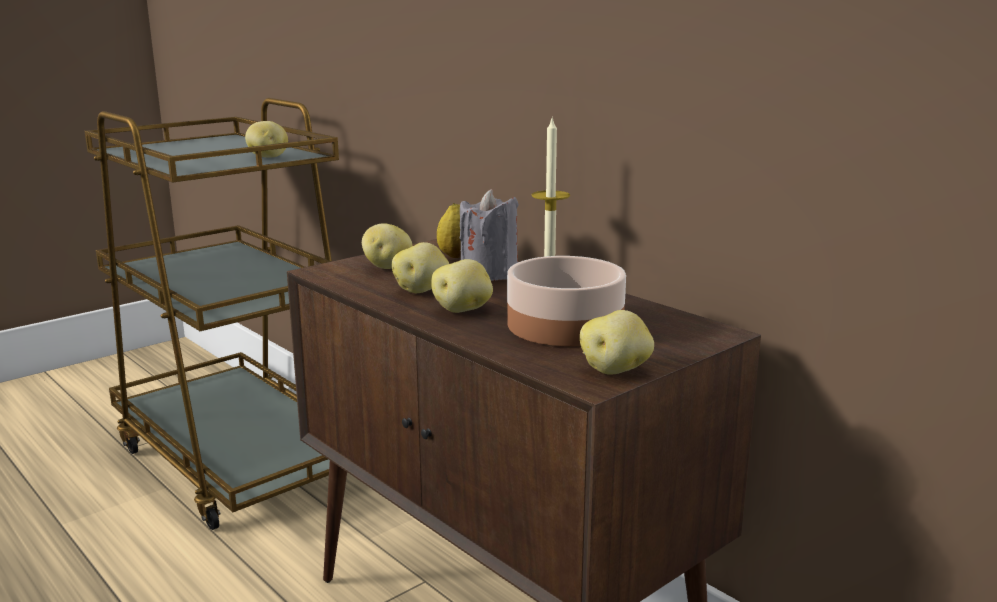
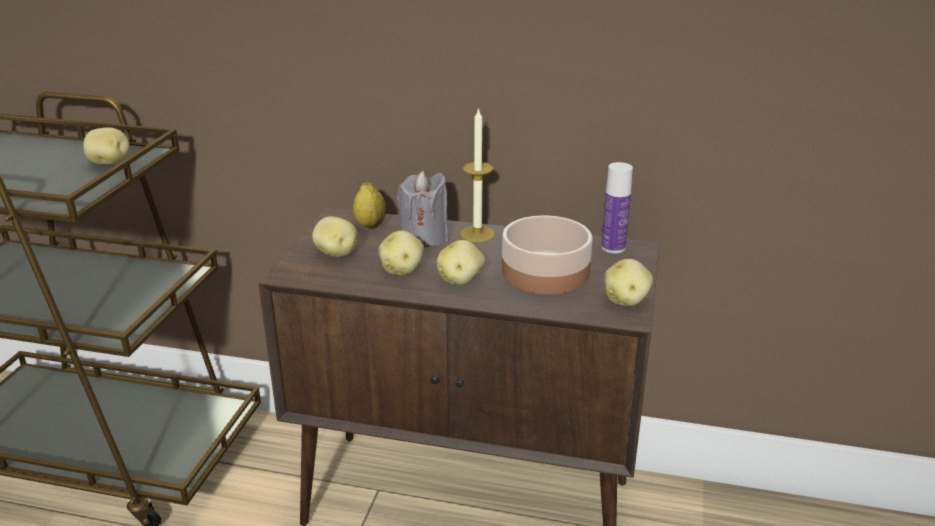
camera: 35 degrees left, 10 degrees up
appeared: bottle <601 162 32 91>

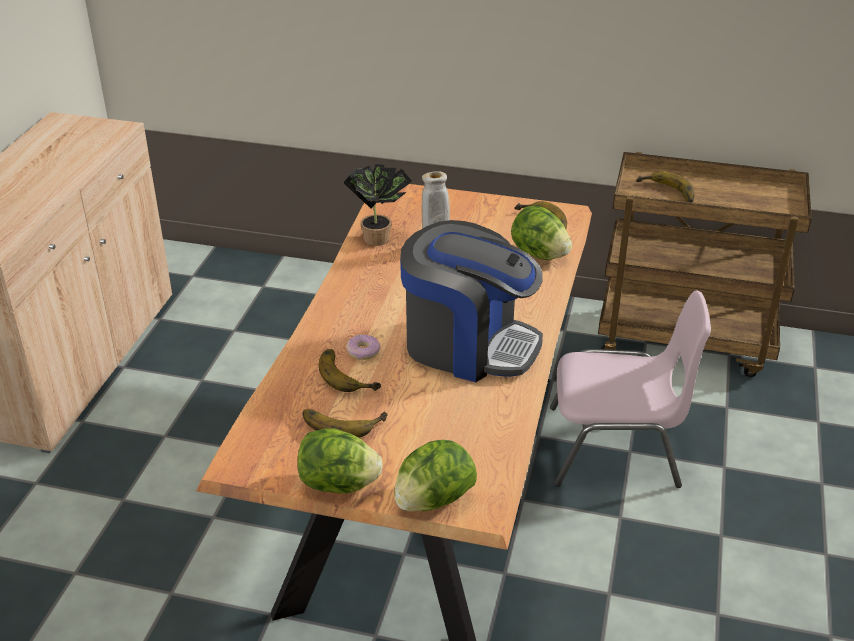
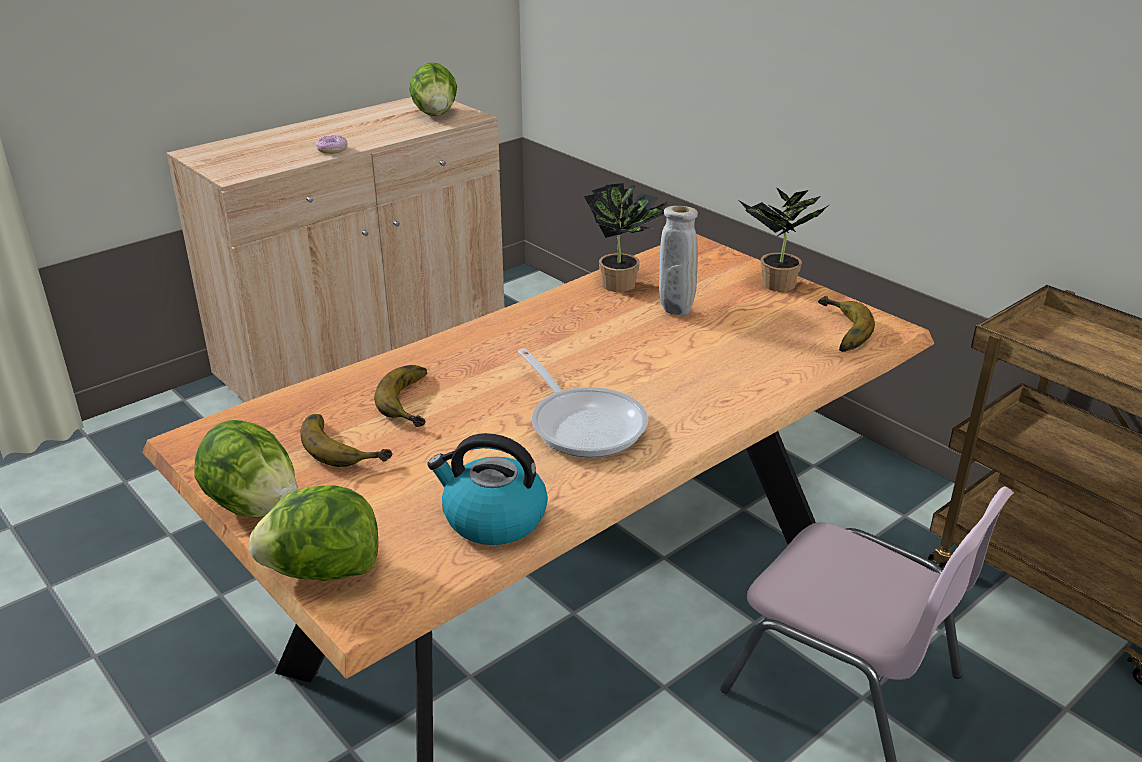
camera: 35 degrees right, 5 degrees down
missing: whole banana <636 171 59 31>
appeared: tea kettle <427 433 121 112>; plant in a pot <740 187 89 104>
relocated: doughnut <346 335 35 25> to <316 136 31 18>; lettuce <511 206 61 54> to <409 62 48 54>
exchanged: coffee maker <400 220 143 162> to frying pan <518 348 130 110>

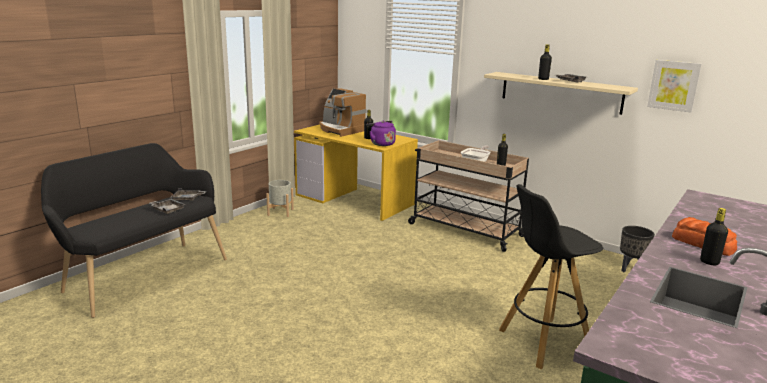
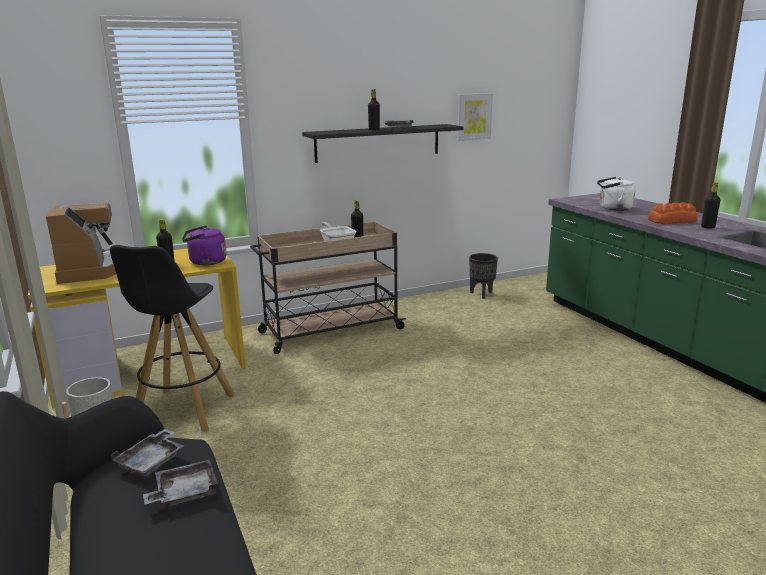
camera: 60 degrees left, 0 degrees up
appeared: whitish tea kettle <597 177 38 34>
relocated: black-coloured stool seat <499 184 105 185> to <110 245 125 187>
colour: beige bracket shelf <484 72 154 43> to black-coloured bracket shelf <302 124 162 39>
spun: coffee maker <319 88 47 49> = <46 202 70 82> 90 degrees counterclockwise

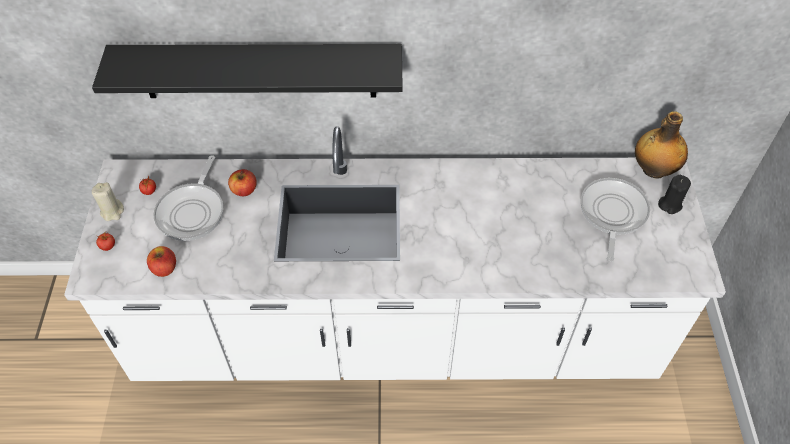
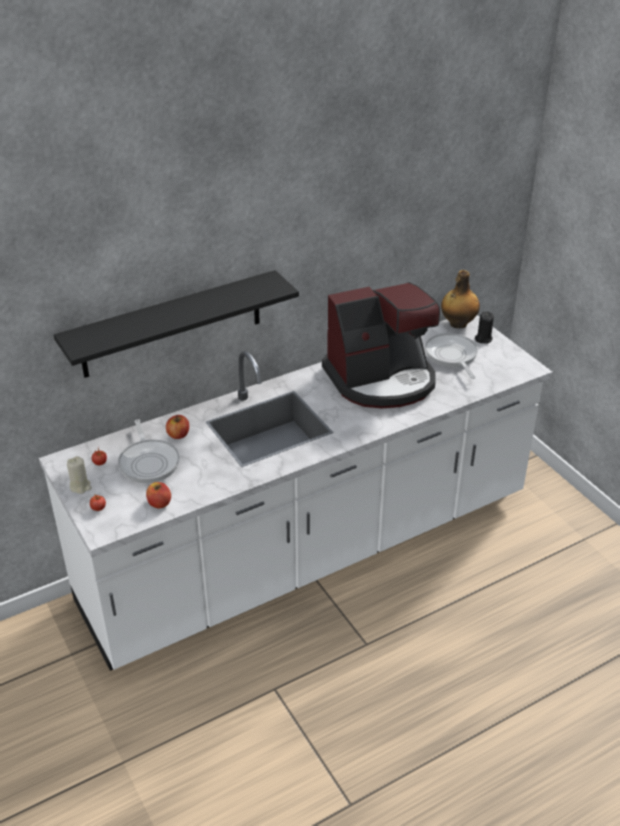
camera: 30 degrees left, 15 degrees down
appeared: coffee maker <322 282 118 126>

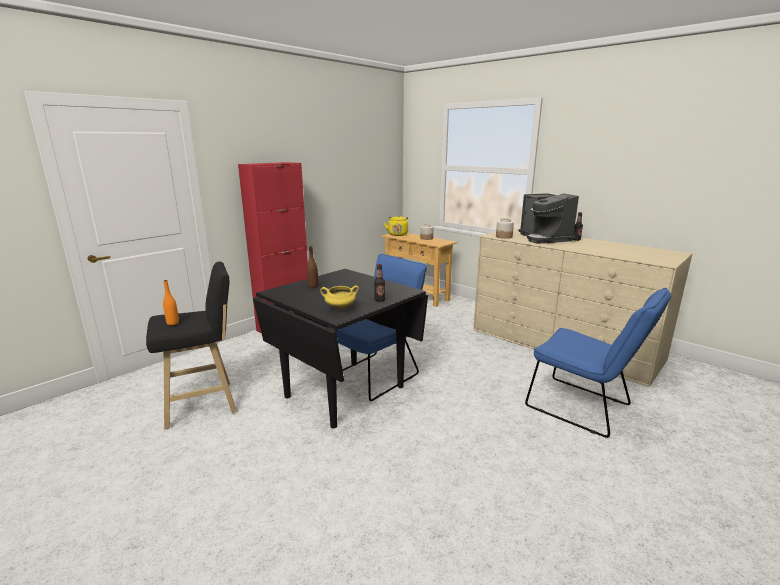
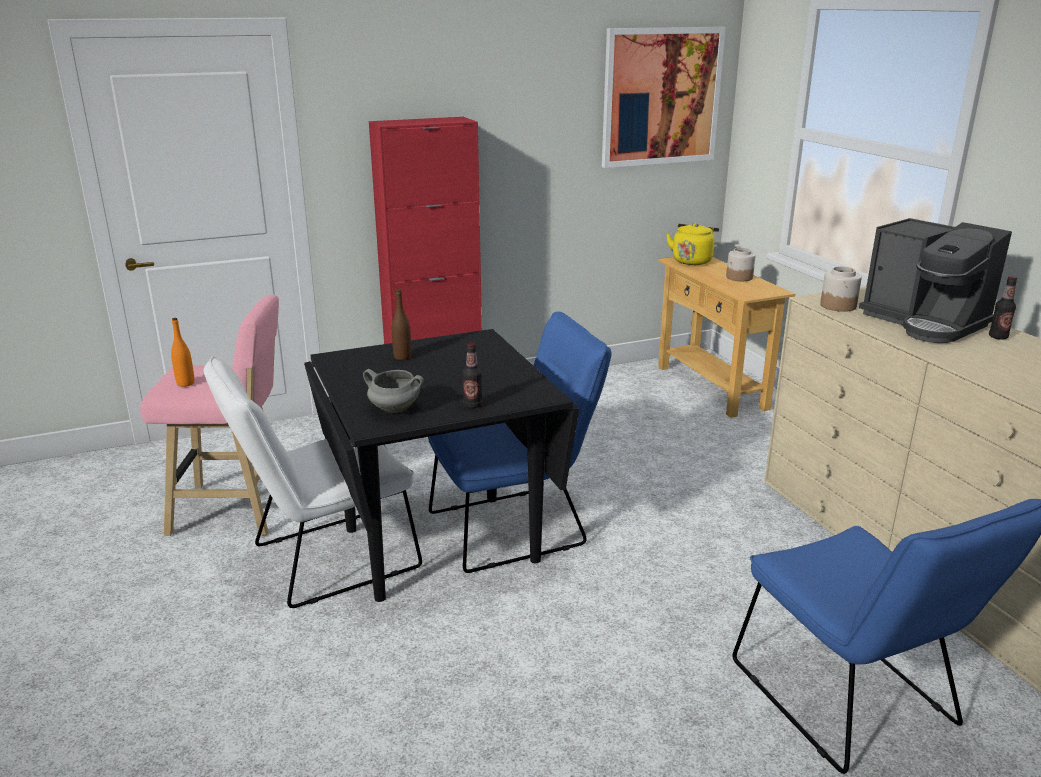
camera: 25 degrees right, 5 degrees up
appeared: whitish plain chair <204 356 218 252>; wall picture <602 27 124 141>
colour: black-coloured stool seat <146 262 91 167> to pinkish stool seat <140 295 139 241>; yellowish saucepot <320 286 39 24> to gray saucepot <363 369 61 44>
spun: coffee maker <518 193 61 51> = <859 218 153 125> 45 degrees counterclockwise

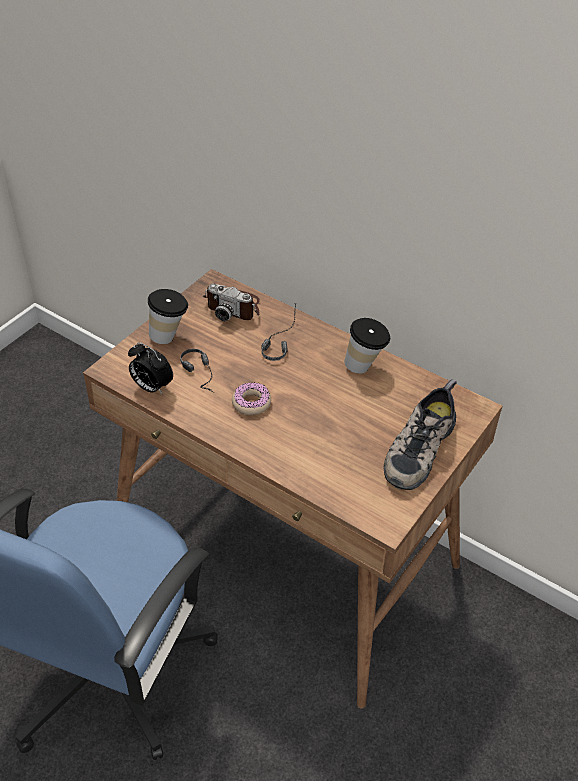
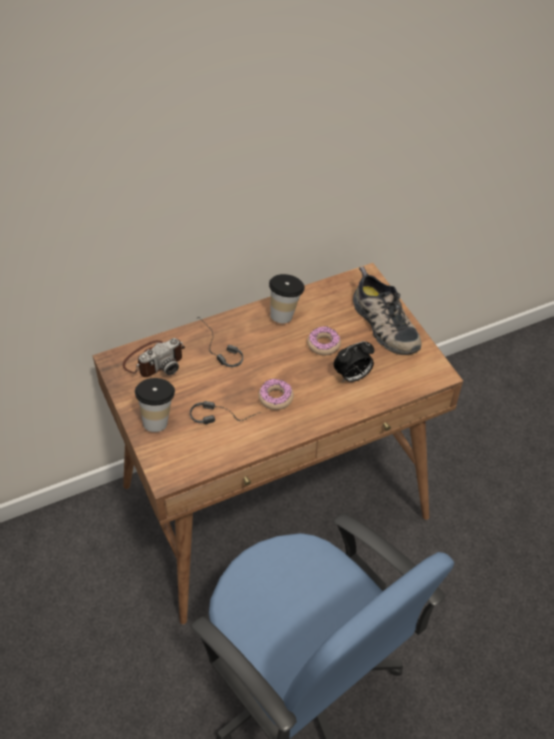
camera: 60 degrees left, 5 degrees up
appeared: doughnut <307 326 34 29>
relocated: bedside clock <128 343 45 52> to <334 341 40 41>

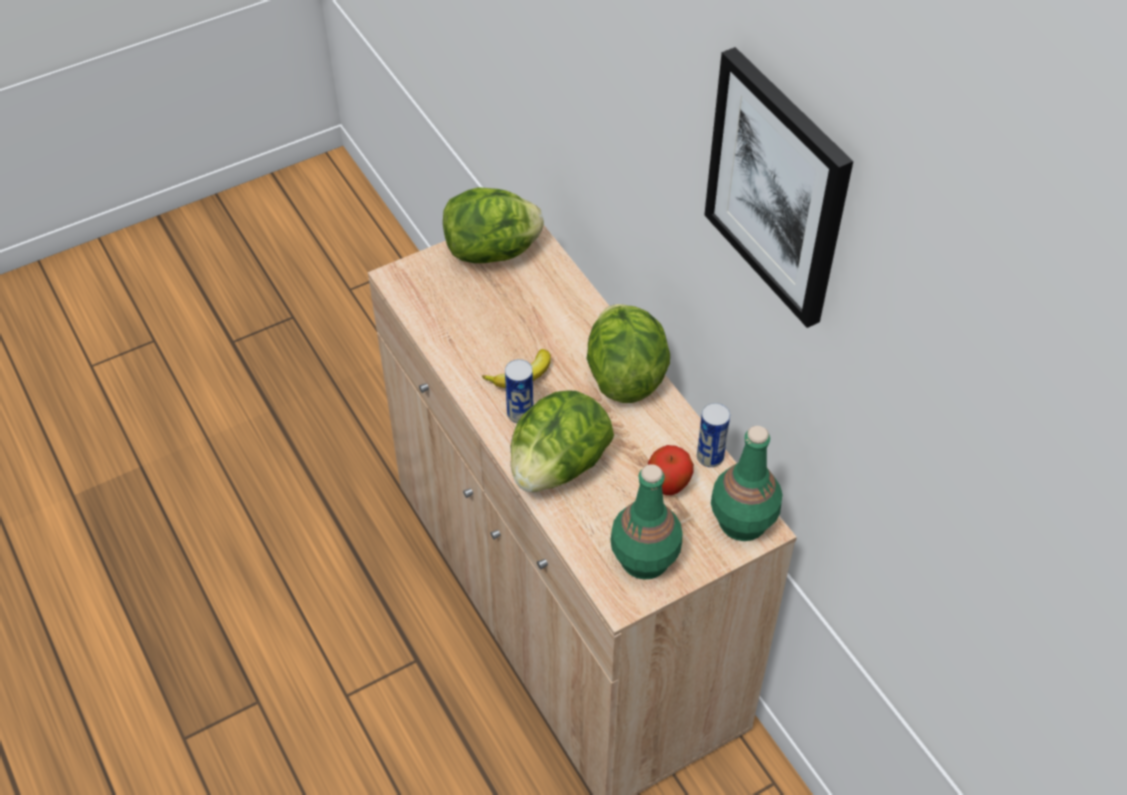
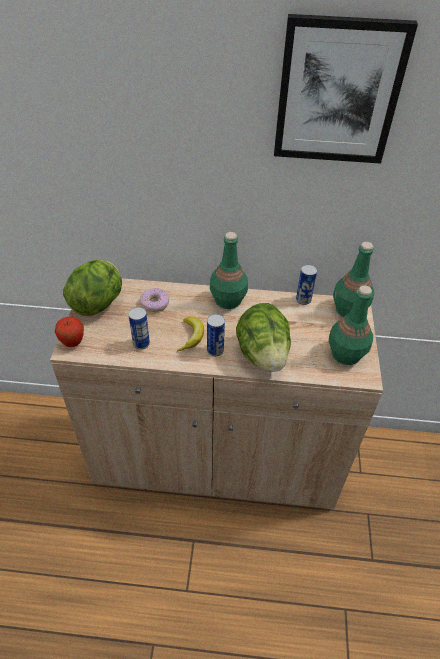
camera: 55 degrees left, 5 degrees down
appeared: metal can <128 307 22 43>; doughnut <140 288 29 24>
relocated: apple <648 445 46 50> to <55 317 29 30>
exchanged: lettuce <586 304 84 99> to green bottle <210 232 38 77>

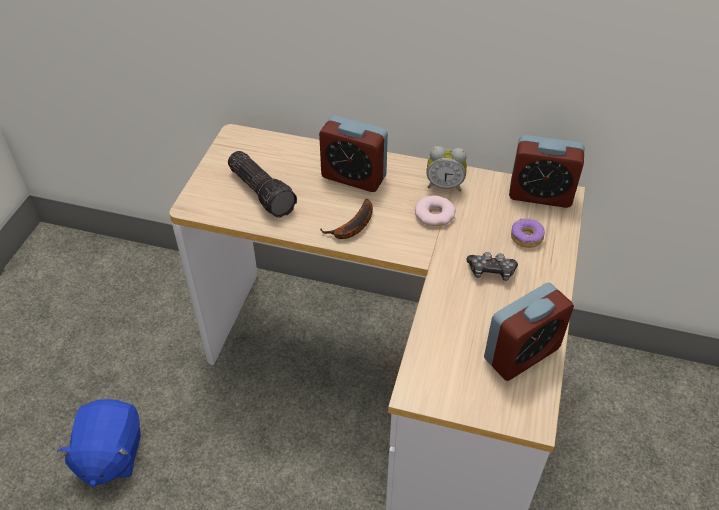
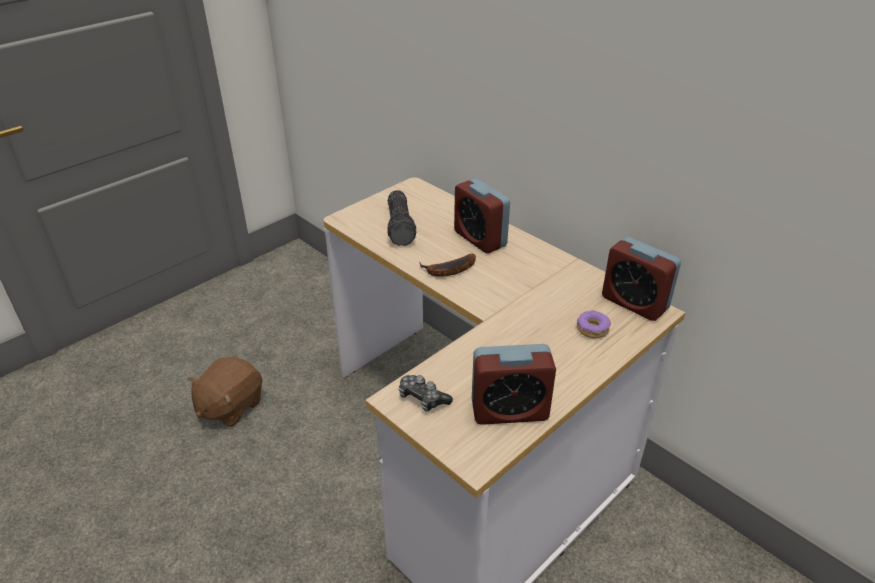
camera: 30 degrees right, 10 degrees down
missing: doughnut <415 195 41 31>; bedside clock <426 146 41 45>
relocated: game controller <467 252 51 29> to <399 375 54 37>
colour: bluish cuddly toy <57 399 83 88> to brown-coloured cuddly toy <187 357 75 70>

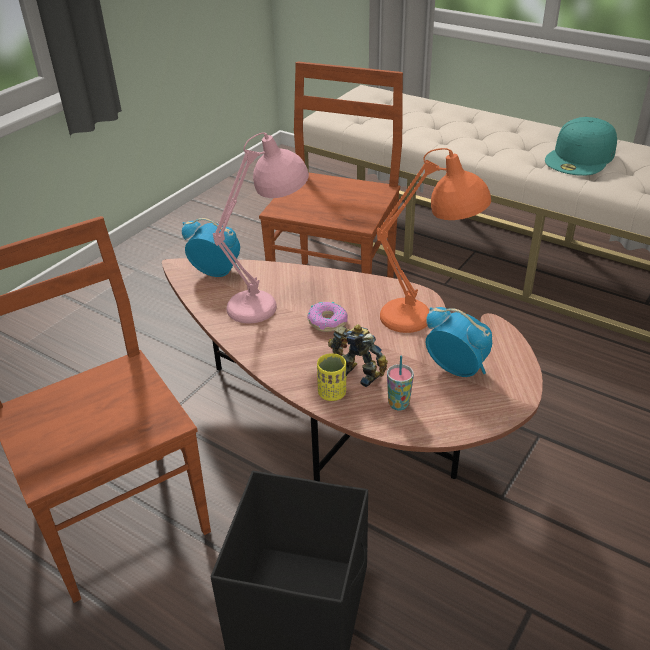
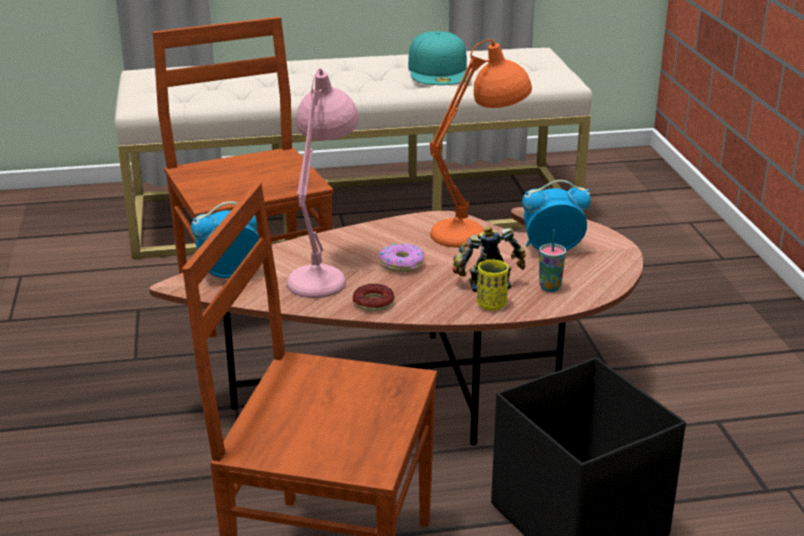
camera: 45 degrees left, 10 degrees down
appeared: doughnut <353 284 41 28>

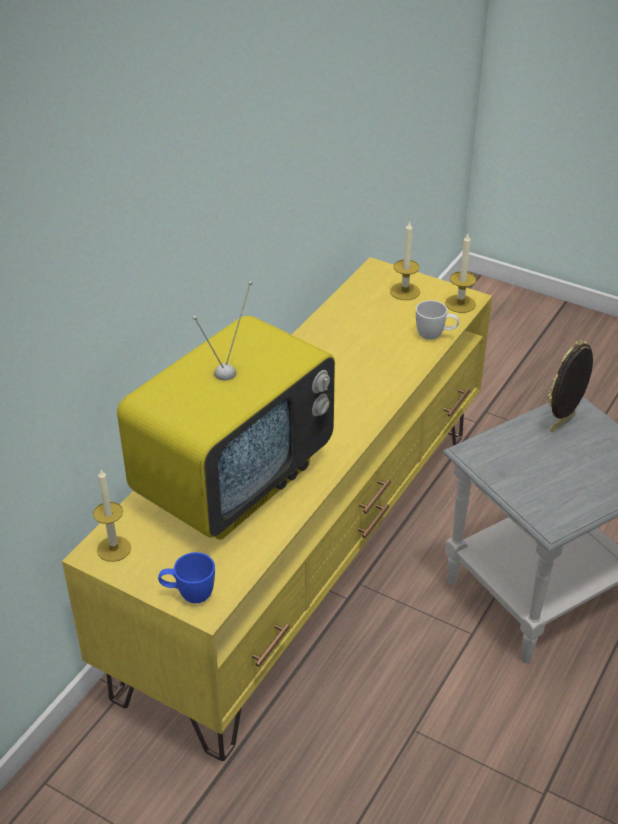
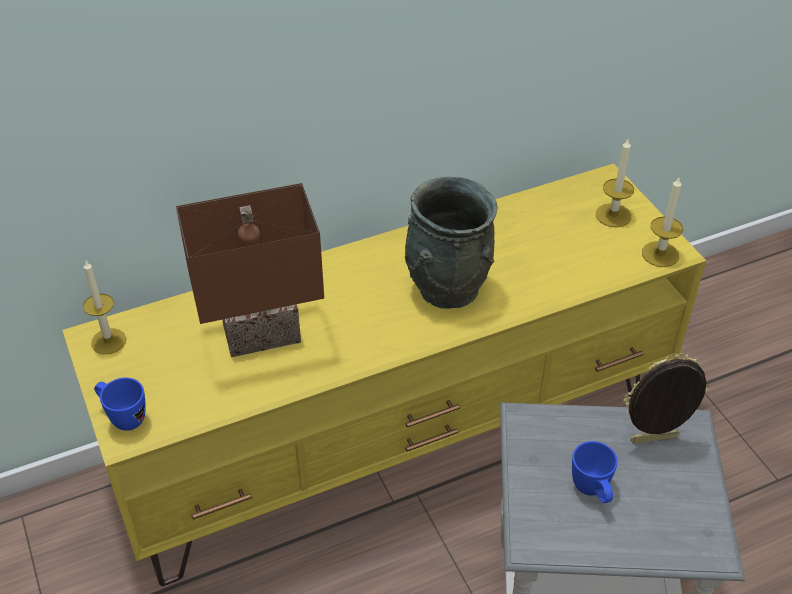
camera: 35 degrees right, 5 degrees up
missing: whitish tea mug <416 300 43 40>
appeared: gray vase <405 177 93 132>; bluish tea mug <572 441 46 62>
exchanged: TV set <117 281 218 259> to brown-coloured lamp for a table <176 183 148 174>

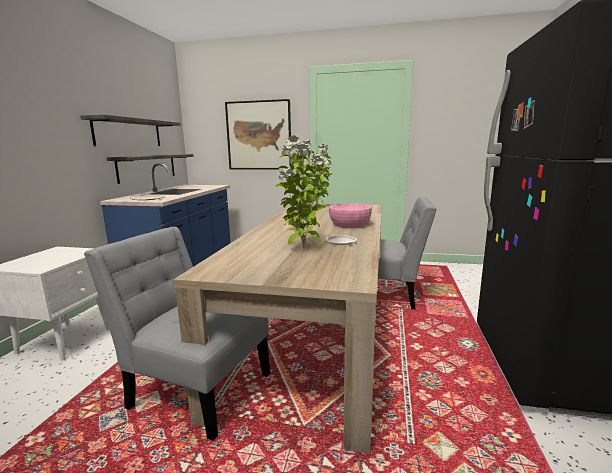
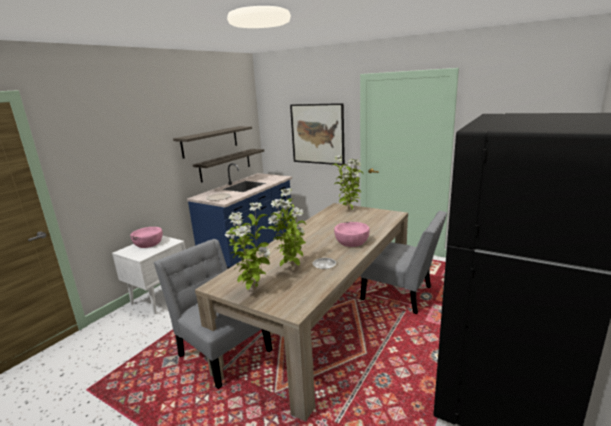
camera: 20 degrees right, 5 degrees up
appeared: pinkish deep dish <130 227 33 21>; plant in a pot <225 202 46 89>

